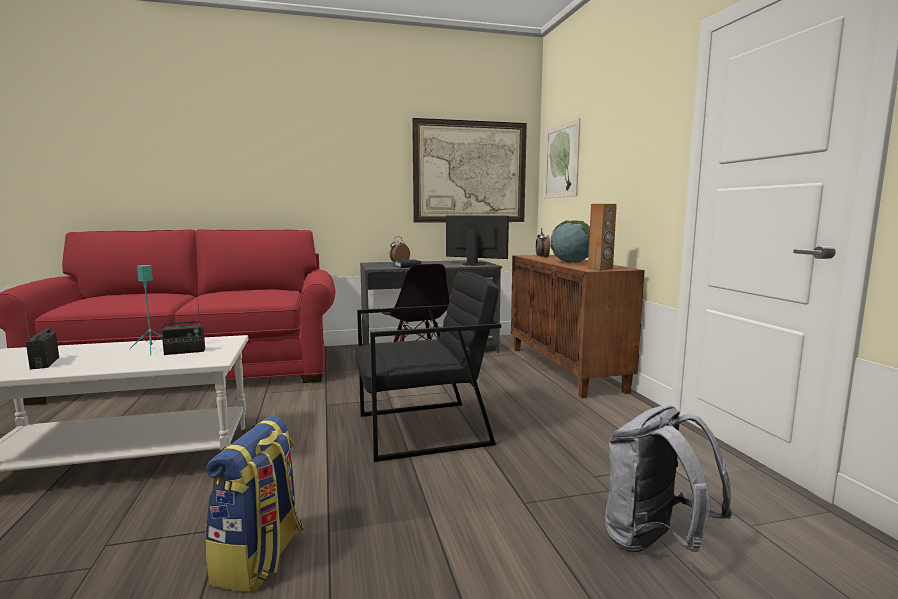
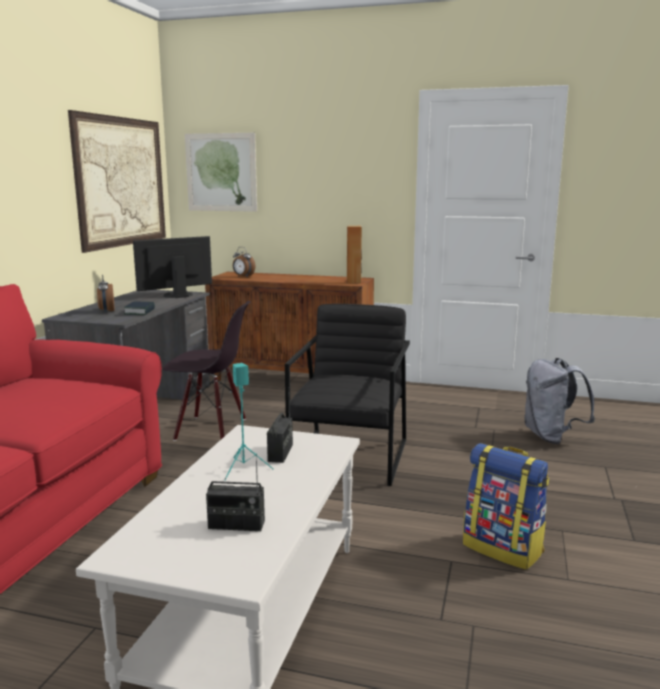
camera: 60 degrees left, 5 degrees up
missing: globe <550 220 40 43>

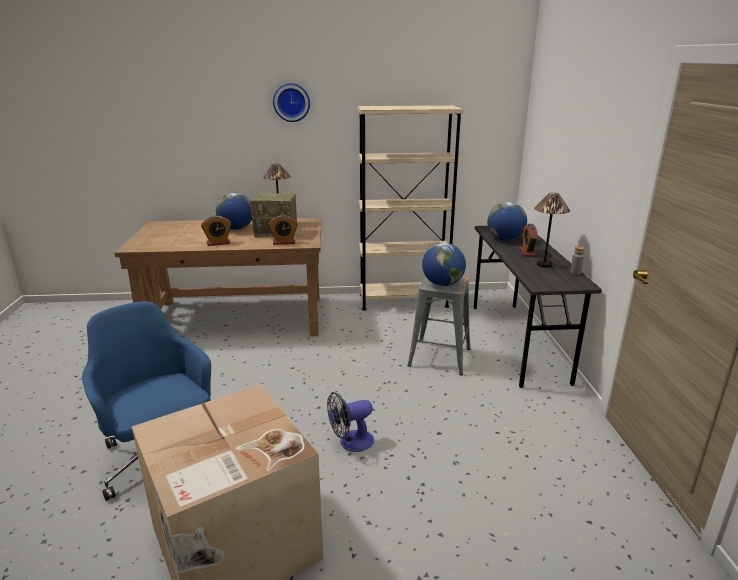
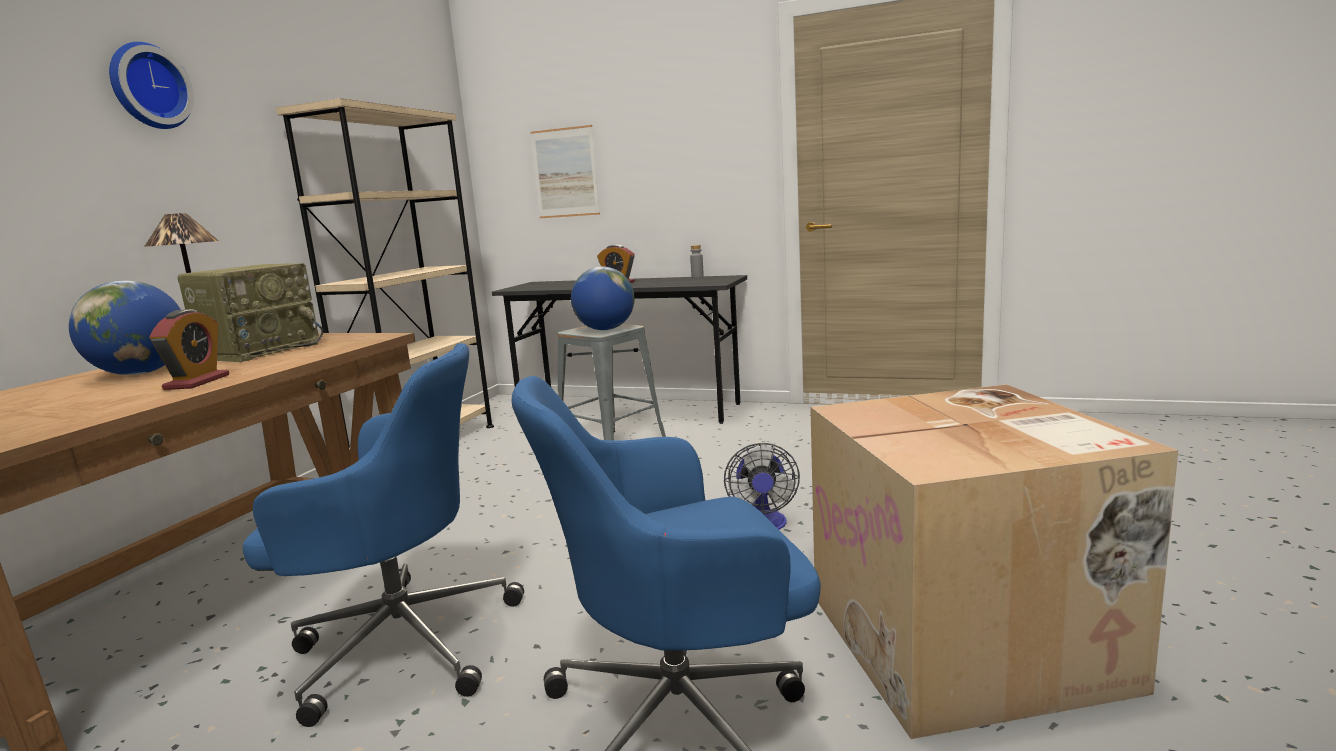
camera: 65 degrees left, 10 degrees down
missing: bedside clock <268 215 30 30>; globe <487 202 40 39>; lamp for a table <534 193 36 75>
appeared: bluish computer chair <243 343 281 384>; wall picture <530 125 70 93>

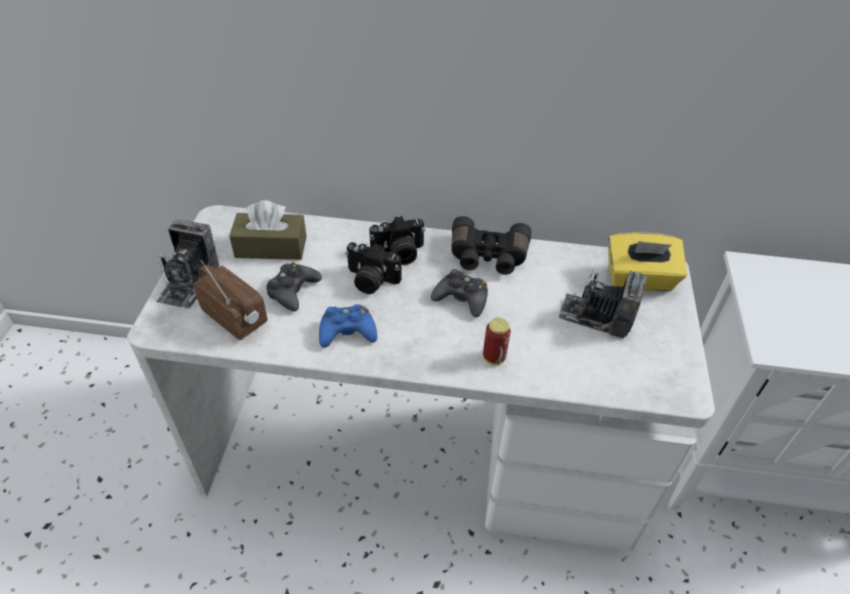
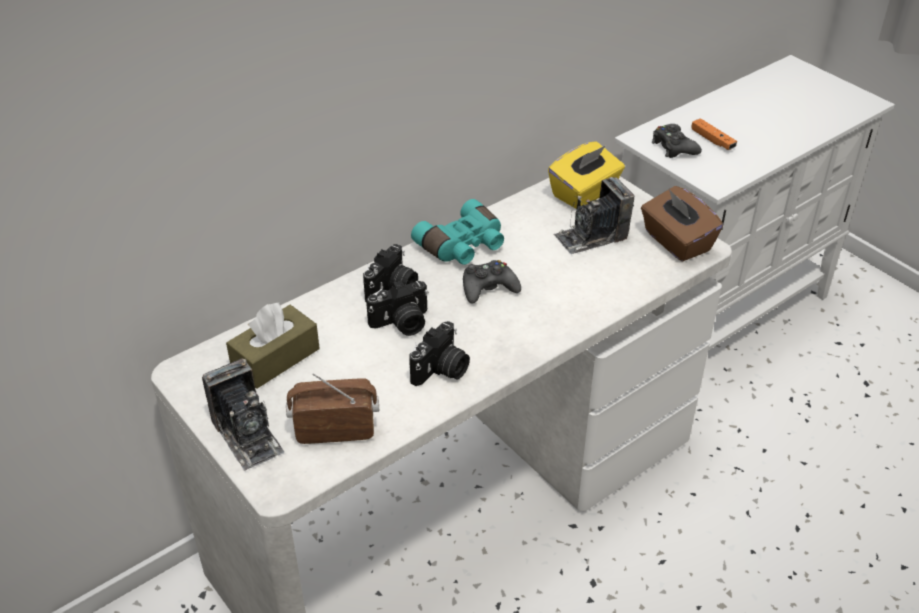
camera: 45 degrees left, 5 degrees down
missing: metal can <483 318 28 47>
appeared: brown-coloured tissue holder <641 186 82 76>; orange-coloured game controller <691 118 46 32>
relocated: black-coloured game controller <267 263 55 48> to <652 124 50 34>
exchanged: bluish game controller <319 304 58 44> to photo camera <410 321 60 65>
colour: black-coloured pair of binoculars <451 216 80 59> to turquoise-coloured pair of binoculars <411 199 93 66>

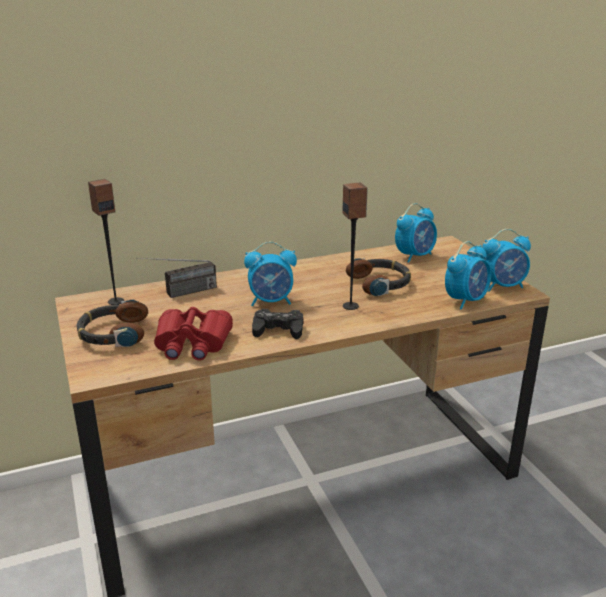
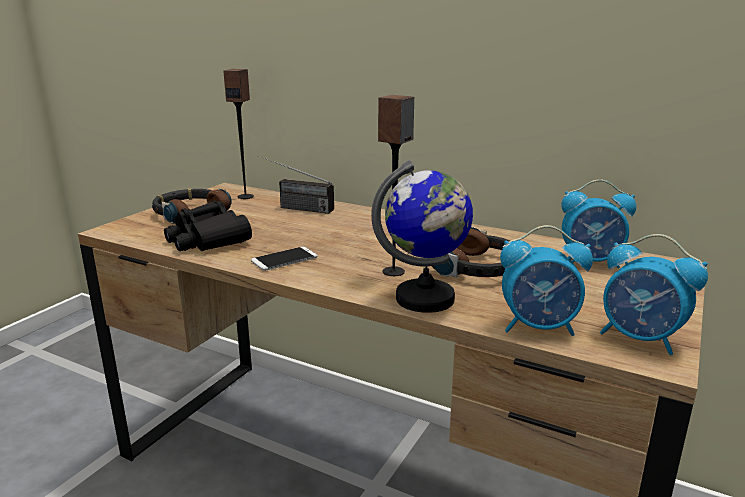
camera: 50 degrees right, 5 degrees down
missing: bedside clock <244 242 53 64>
appeared: globe <371 160 102 153>
exchanged: black-coloured game controller <252 309 51 30> to telephone <251 247 67 24>
colour: red-coloured pair of binoculars <154 307 79 54> to black-coloured pair of binoculars <164 201 88 50>

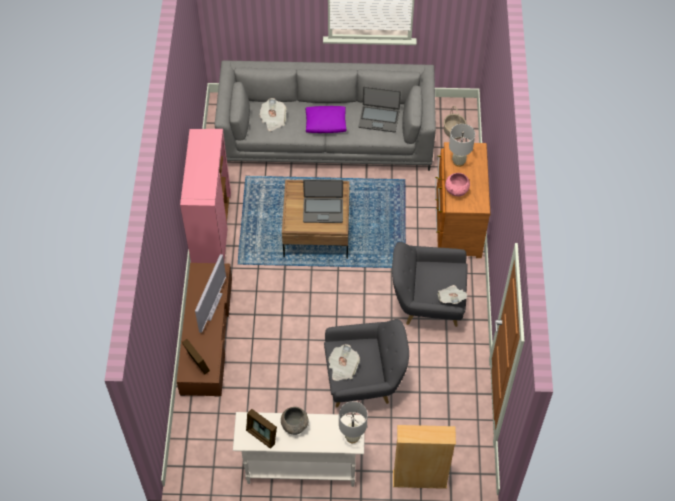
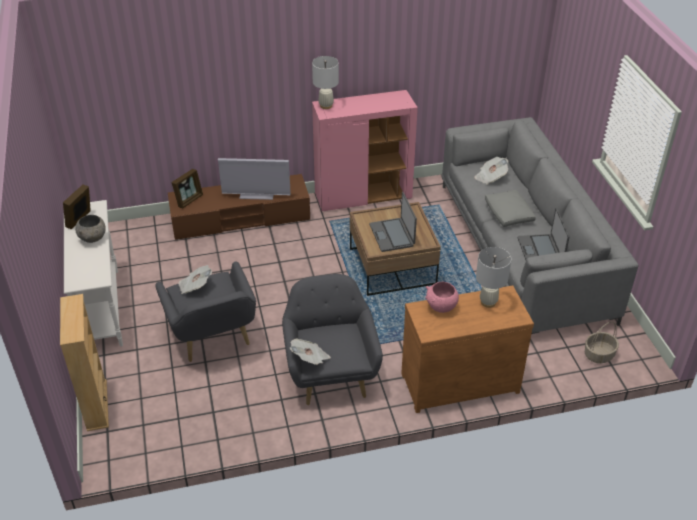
camera: 75 degrees right, 15 degrees down
relocated: whitish lamp for a table <339 401 29 42> to <312 56 27 53>
colour: purple-coloured cushion <305 106 41 27> to gray cushion <485 190 51 37>

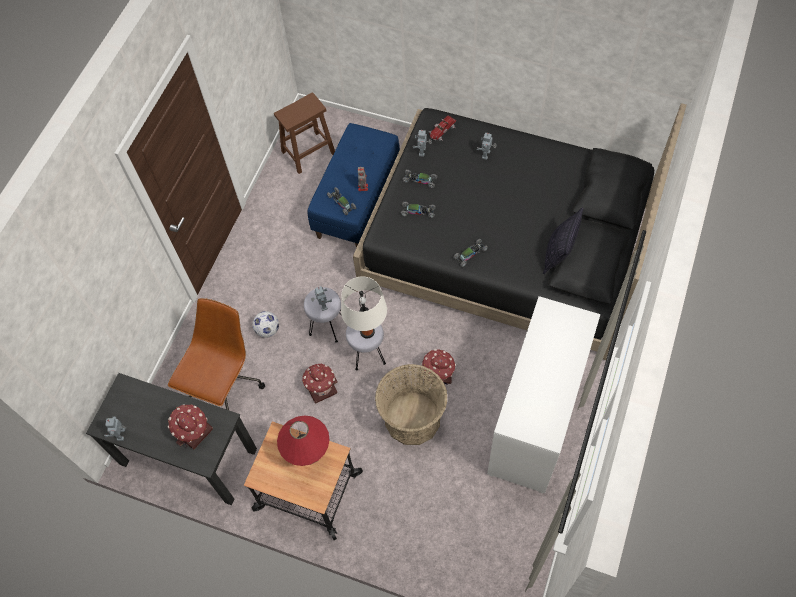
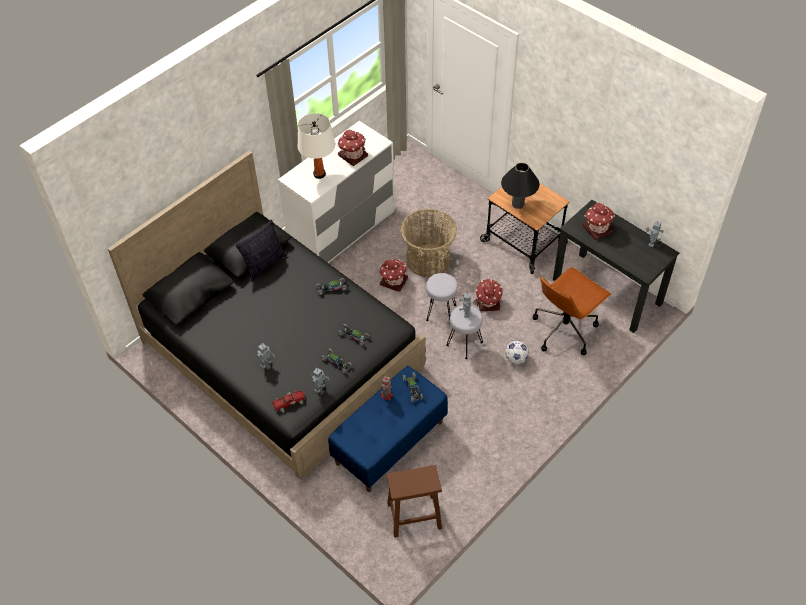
camera: 160 degrees left, 10 degrees down
appeared: model house <338 129 30 37>
relocated: whitish lamp for a table <341 277 46 62> to <298 113 37 66>
colour: red-coloured lamp for a table <277 415 53 51> to black-coloured lamp for a table <501 163 39 46>

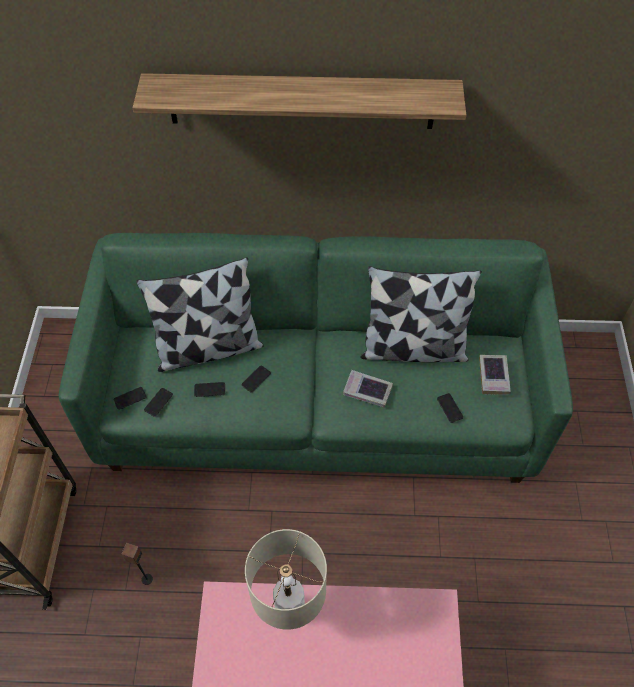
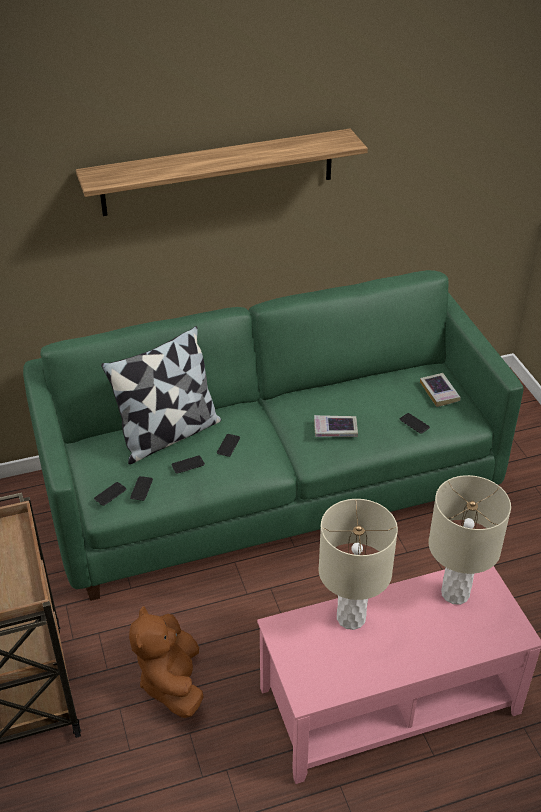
camera: 20 degrees left, 15 degrees down
missing: cushion <360 266 122 96>
appeared: beige lamp for a table <428 475 83 130>
exchanged: speaker <121 543 32 42> to brown-coloured cuddly toy <129 606 75 112>

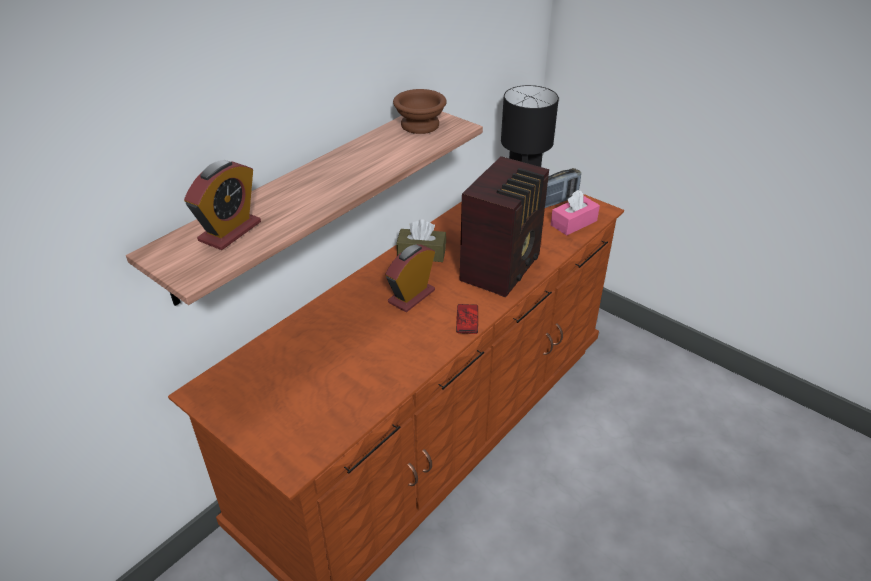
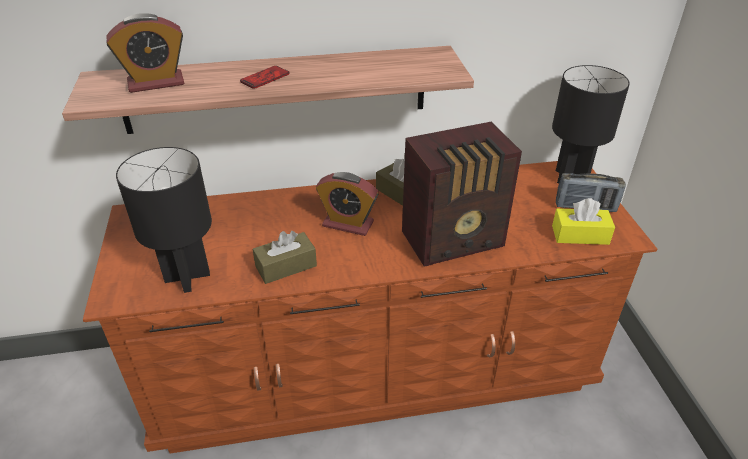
camera: 40 degrees right, 0 degrees up
missing: brown-coloured deep dish <393 89 54 45>
appeared: black-coloured lamp for a table <116 147 96 146>; brown-coloured tissue holder <253 231 64 53>
relocated: telephone <456 304 22 30> to <240 66 50 23>
colour: pinkish tissue holder <551 190 49 45> to yellowish tissue holder <552 198 63 47>
spun: bedside clock <385 244 50 68> = <316 172 63 64> 150 degrees counterclockwise

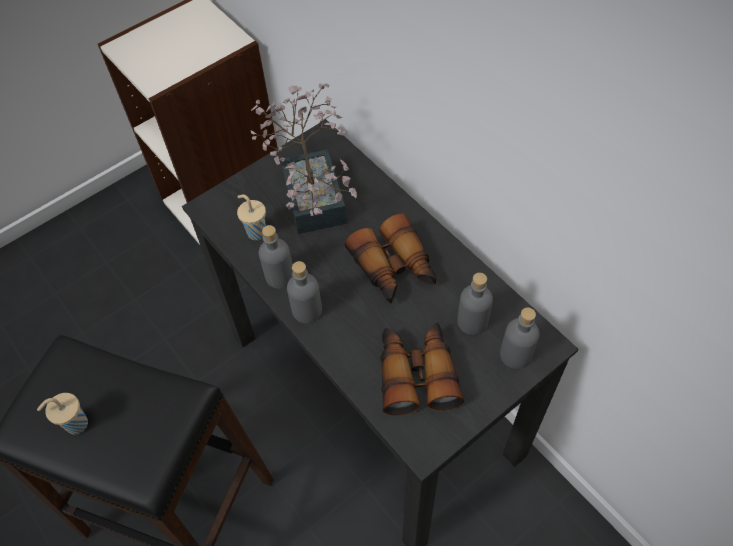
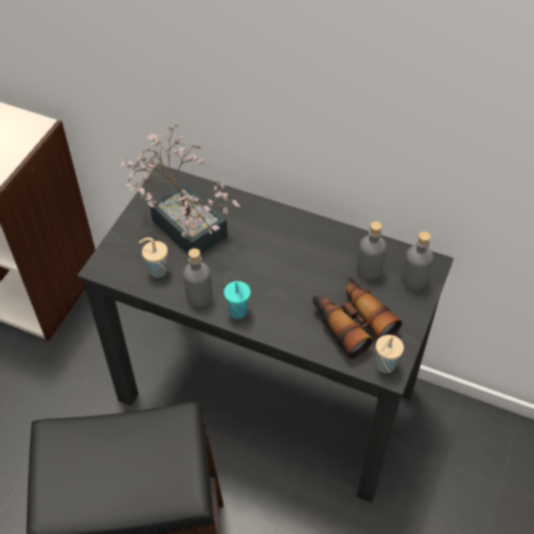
camera: 30 degrees left, 5 degrees down
missing: pair of binoculars <345 213 92 90>
relocated: beige small cup <37 393 51 41> to <376 335 28 38>
exchanged: gray bottle <287 261 35 62> to turquoise-coloured small cup <224 281 27 38>

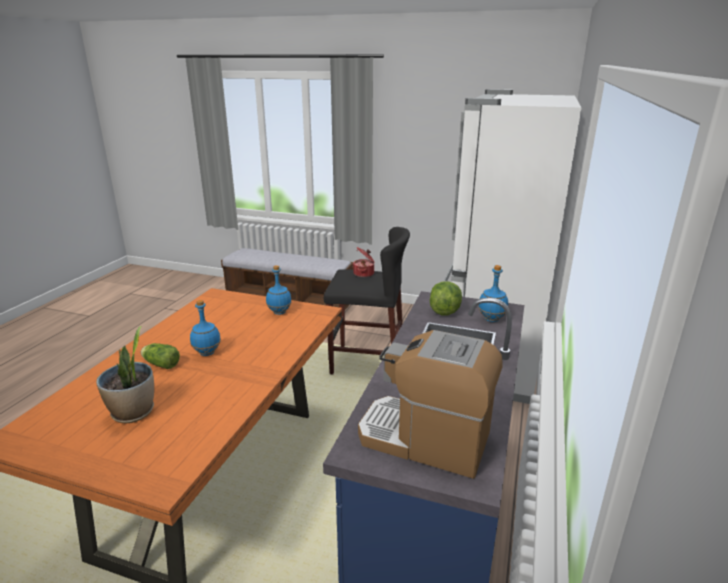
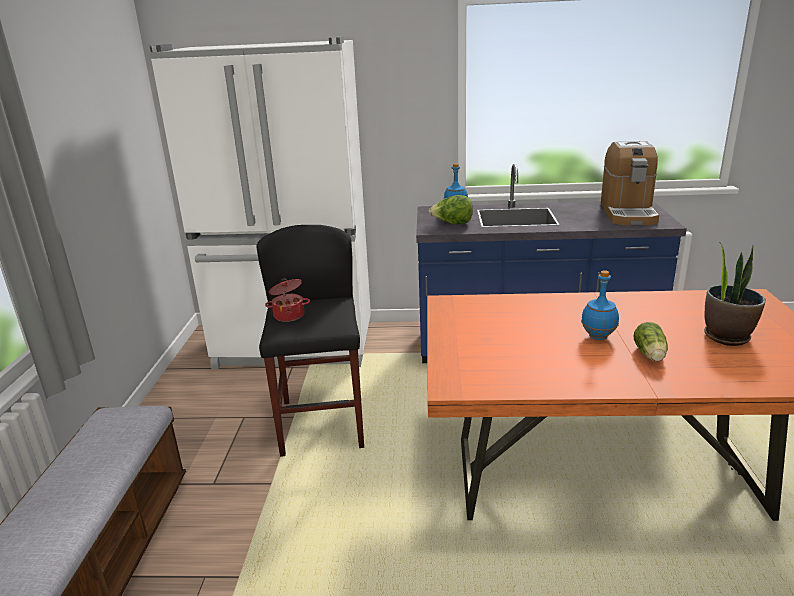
camera: 105 degrees left, 0 degrees up
missing: bluish bottle <266 265 26 50>

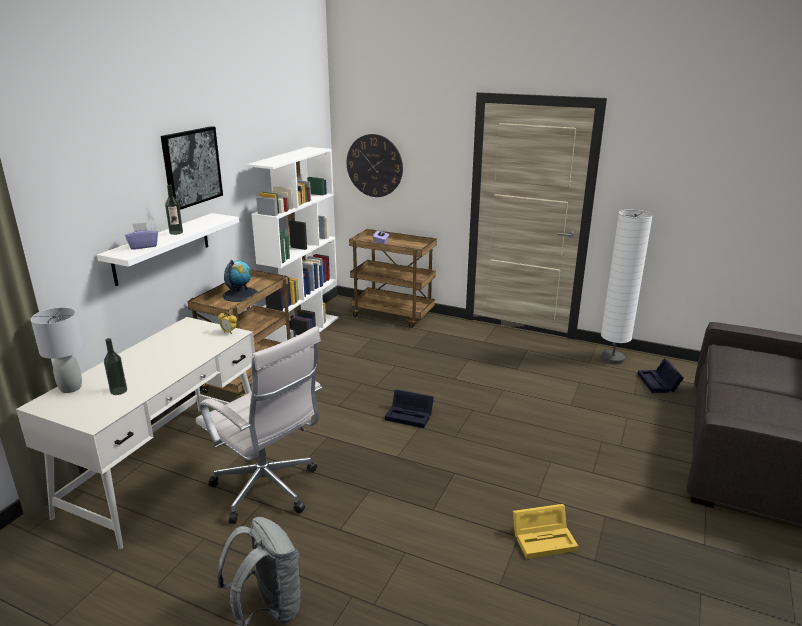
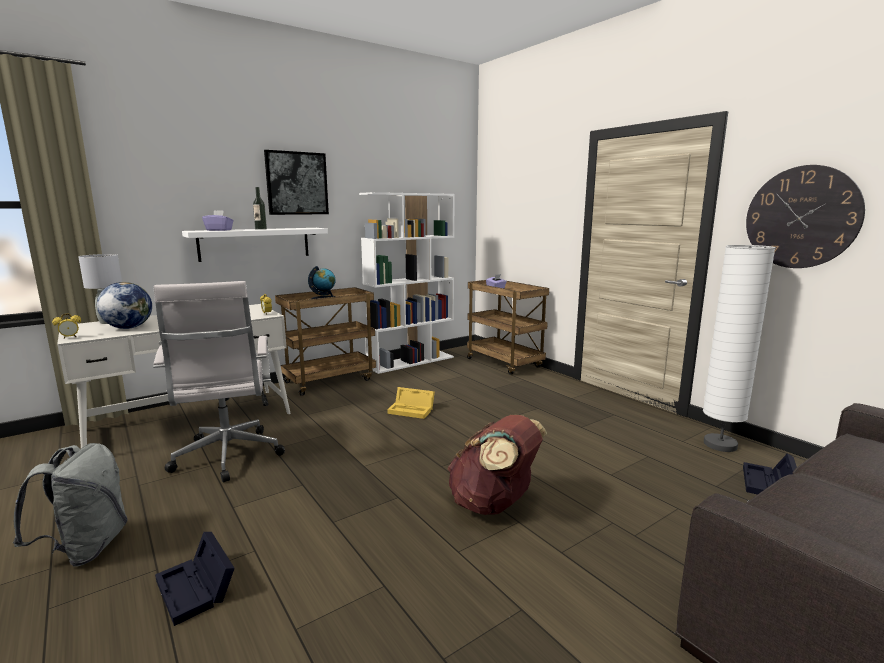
camera: 30 degrees right, 10 degrees down
appeared: bedside clock <52 313 29 26>; brown-coloured backpack <448 415 99 100>
relocated: black-coloured storage bin <385 389 49 39> to <155 532 80 94>; yellowish storage bin <513 504 65 55> to <387 387 48 32>; clock on the wall <347 134 56 63> to <746 165 119 103>
exchanged: bottle <104 338 23 57> to globe <97 282 55 47>

